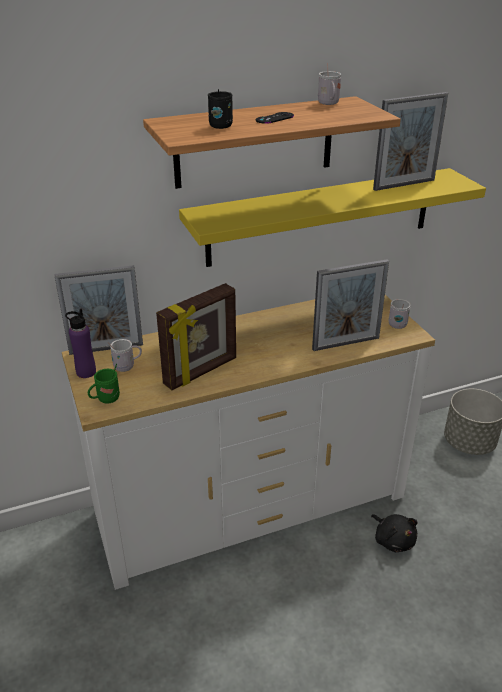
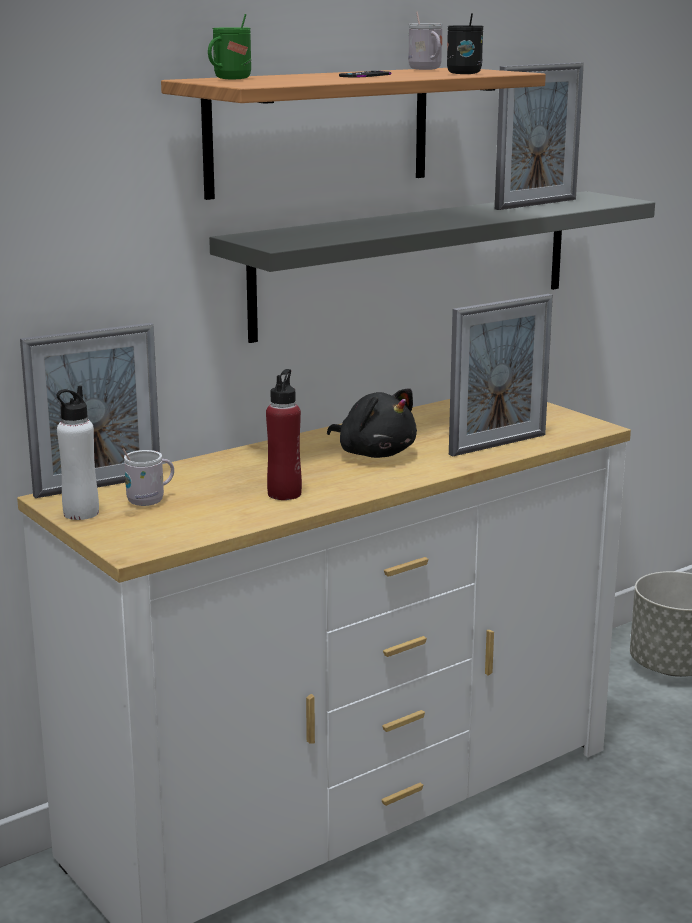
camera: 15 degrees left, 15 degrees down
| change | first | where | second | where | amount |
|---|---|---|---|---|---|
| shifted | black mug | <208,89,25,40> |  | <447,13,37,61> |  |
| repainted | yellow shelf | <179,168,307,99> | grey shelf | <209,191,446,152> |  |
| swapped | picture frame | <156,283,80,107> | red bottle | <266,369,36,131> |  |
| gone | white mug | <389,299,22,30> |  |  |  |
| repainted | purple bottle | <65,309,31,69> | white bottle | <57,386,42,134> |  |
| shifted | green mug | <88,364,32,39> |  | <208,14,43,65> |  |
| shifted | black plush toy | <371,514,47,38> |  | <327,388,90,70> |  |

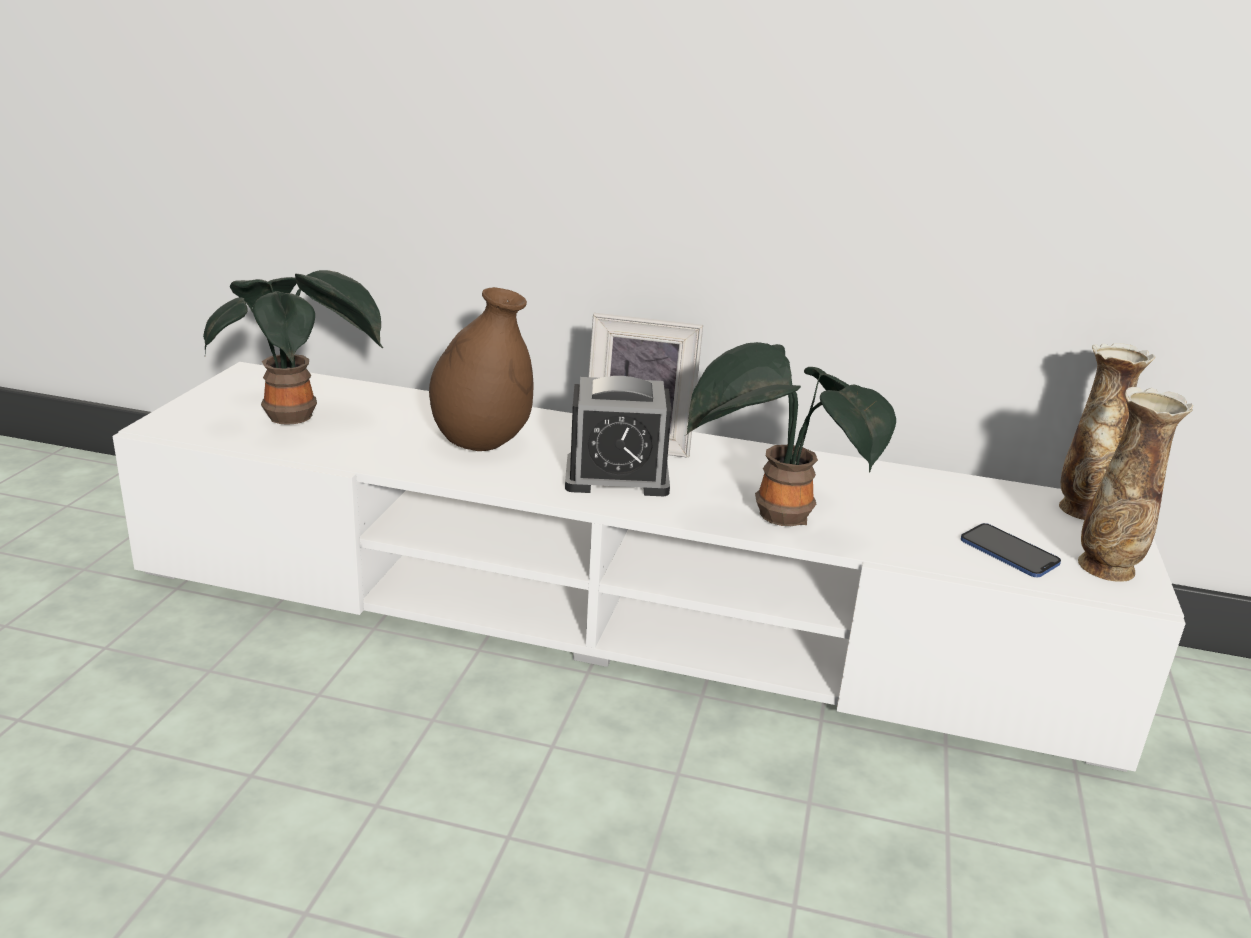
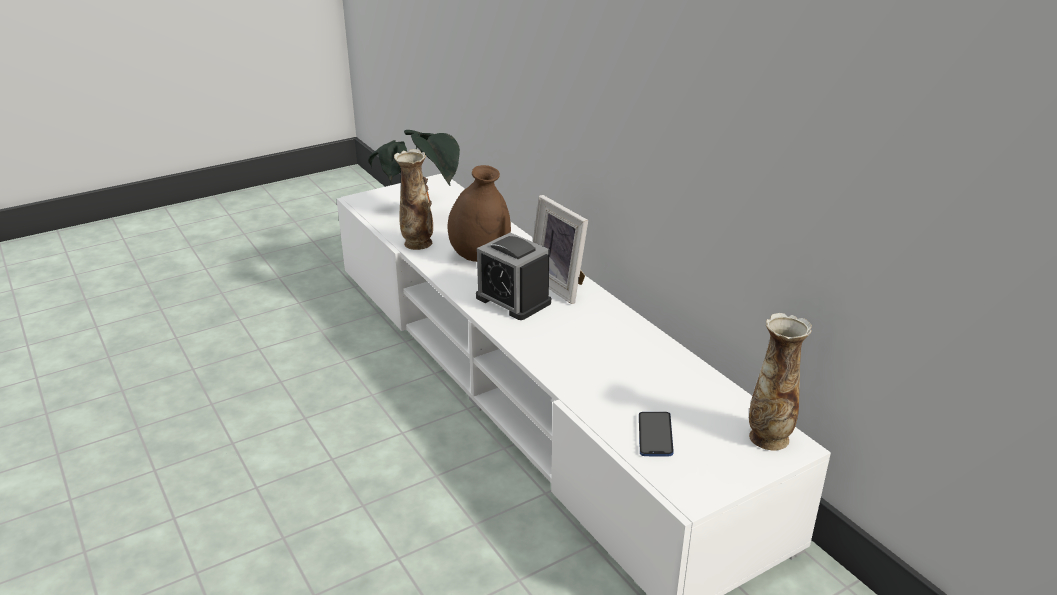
camera: 45 degrees right, 5 degrees up
| change | first | where | second | where | amount |
|---|---|---|---|---|---|
| gone | potted plant | <685,342,211,184> |  |  |  |
| shifted | vase | <1078,387,115,195> |  | <394,149,39,101> |  |

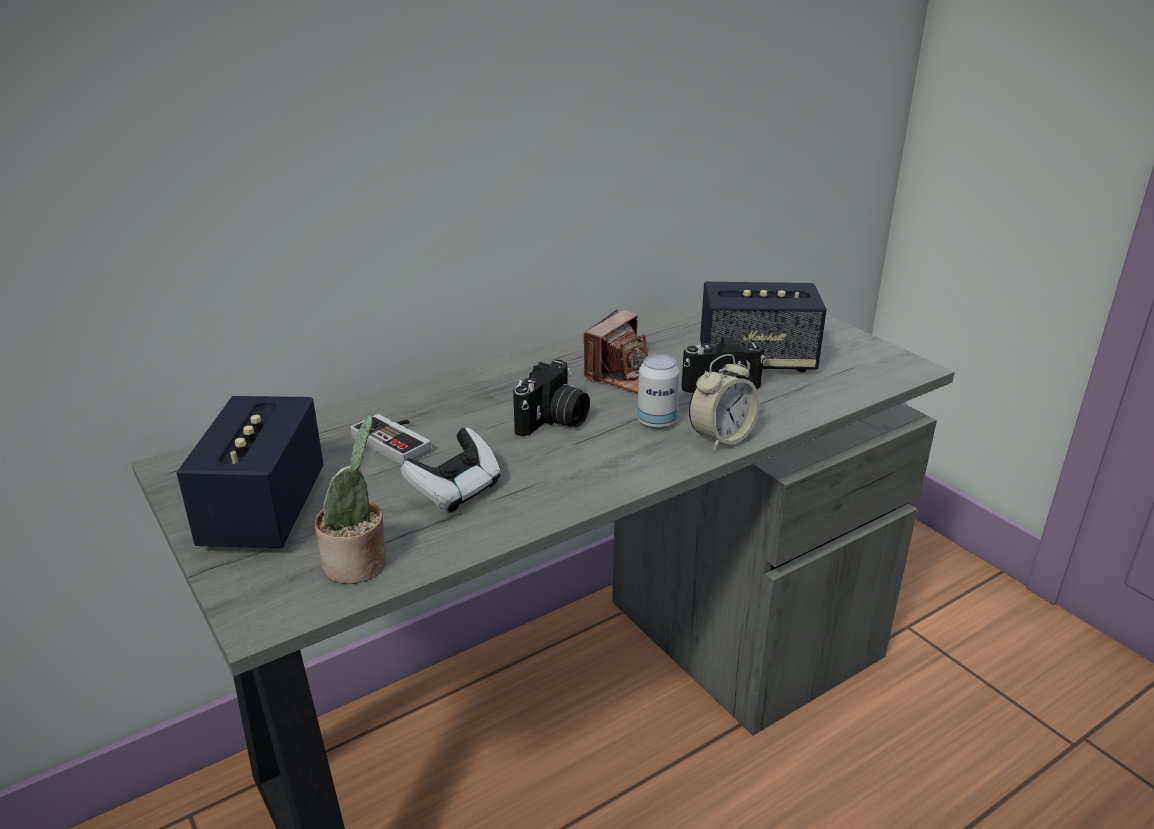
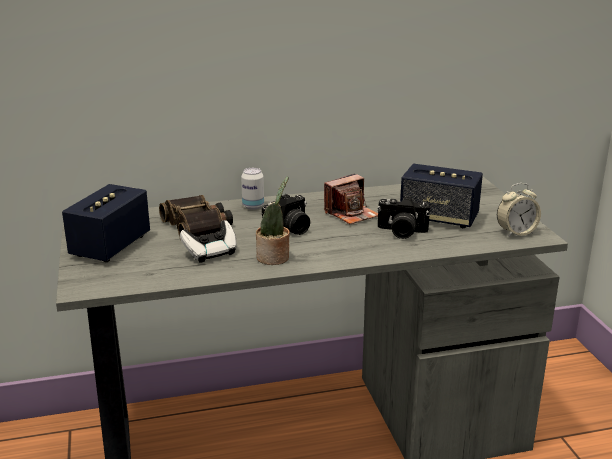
camera: 20 degrees right, 5 degrees down
| change | first | where | second | where | amount |
|---|---|---|---|---|---|
| shifted | can | <637,354,42,75> |  | <241,168,23,42> |  |
| shifted | alarm clock | <689,354,71,96> |  | <497,183,44,54> |  |
| swapped | game controller | <350,414,81,51> | binoculars | <159,195,74,47> |  |
| shifted | potted plant | <315,415,72,169> |  | <256,176,34,89> |  |

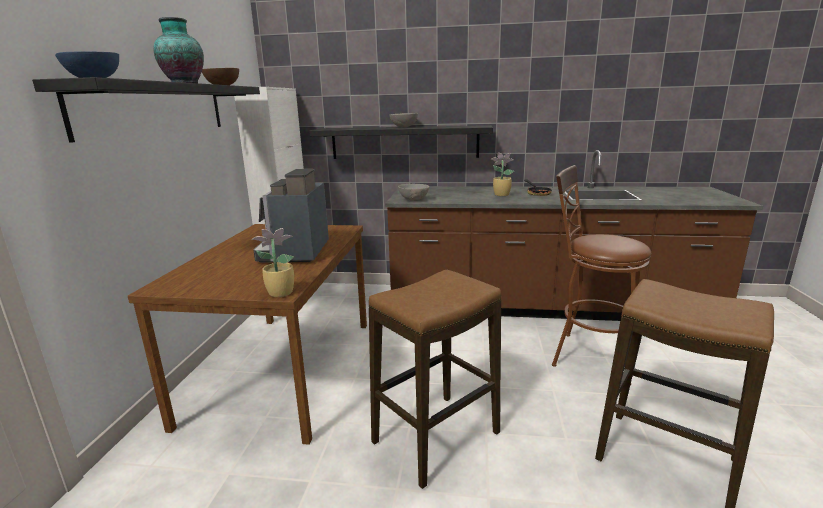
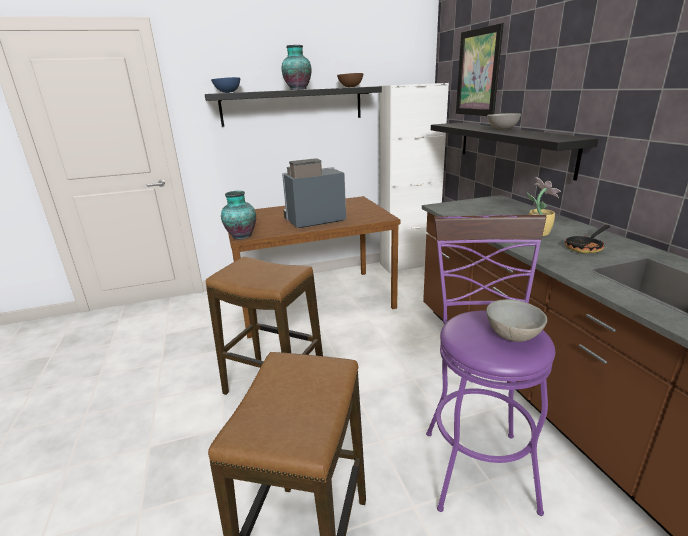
camera: 65 degrees right, 5 degrees up
| change | first | where | second | where | amount |
|---|---|---|---|---|---|
| repainted | brown stool | <552,165,99,221> | purple stool | <426,215,129,301> |  |
| shifted | grey bowl | <398,184,32,17> |  | <486,299,61,43> |  |
| swapped | potted plant | <252,228,42,69> | vase | <221,191,35,49> |  |
| new |  |  | picture | <456,23,48,93> |  |

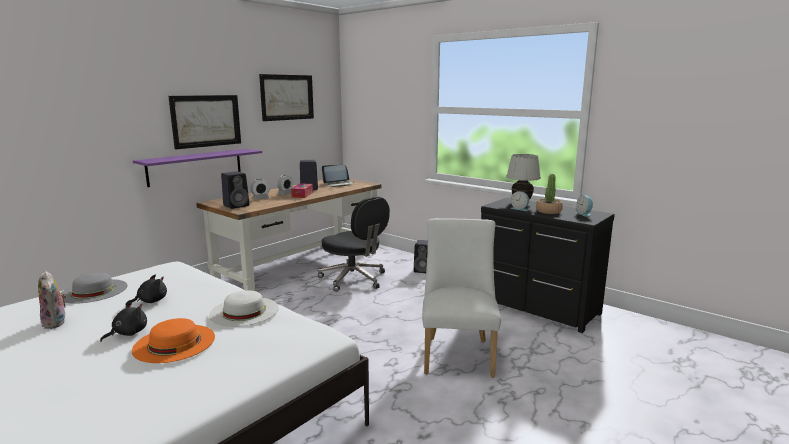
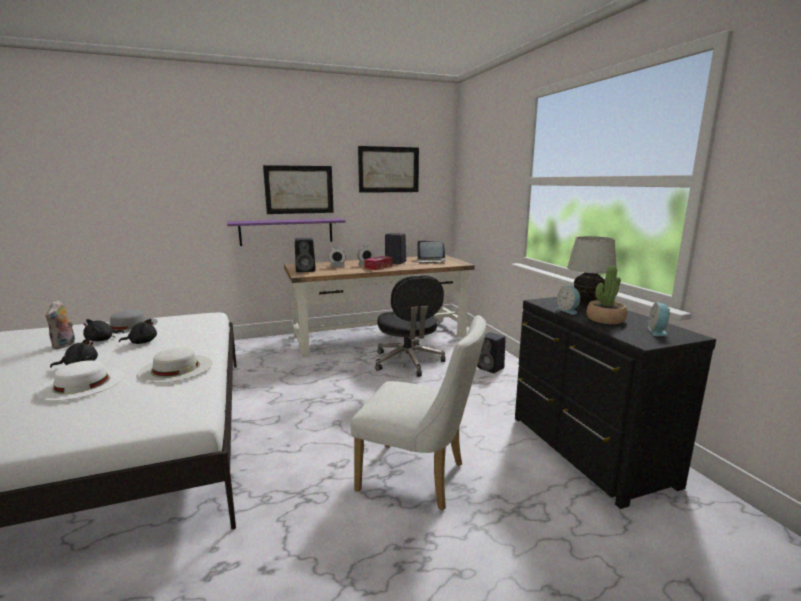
camera: 30 degrees right, 0 degrees up
| change | first | where | second | where | amount |
|---|---|---|---|---|---|
| rotated | white chair | <422,218,79,160> |  | <350,315,136,196> | 75 degrees clockwise |
| repainted | orange hat | <132,318,83,45> | white hat | <35,361,90,40> |  |
| new |  |  | black plush toy | <83,319,41,22> |  |

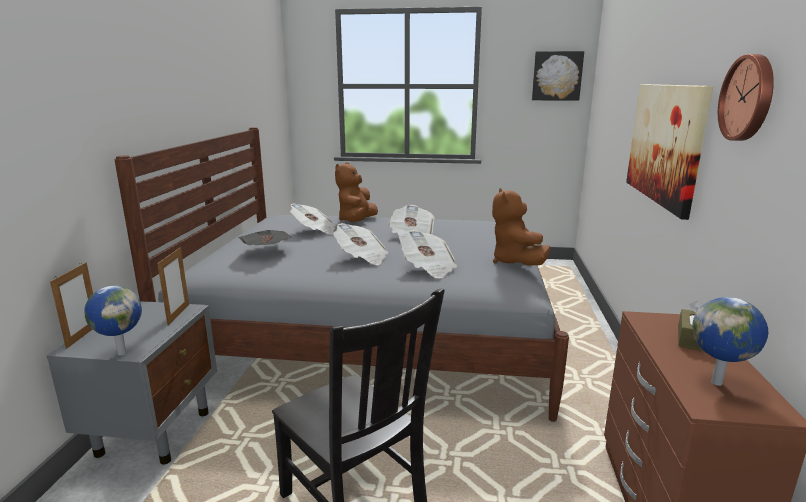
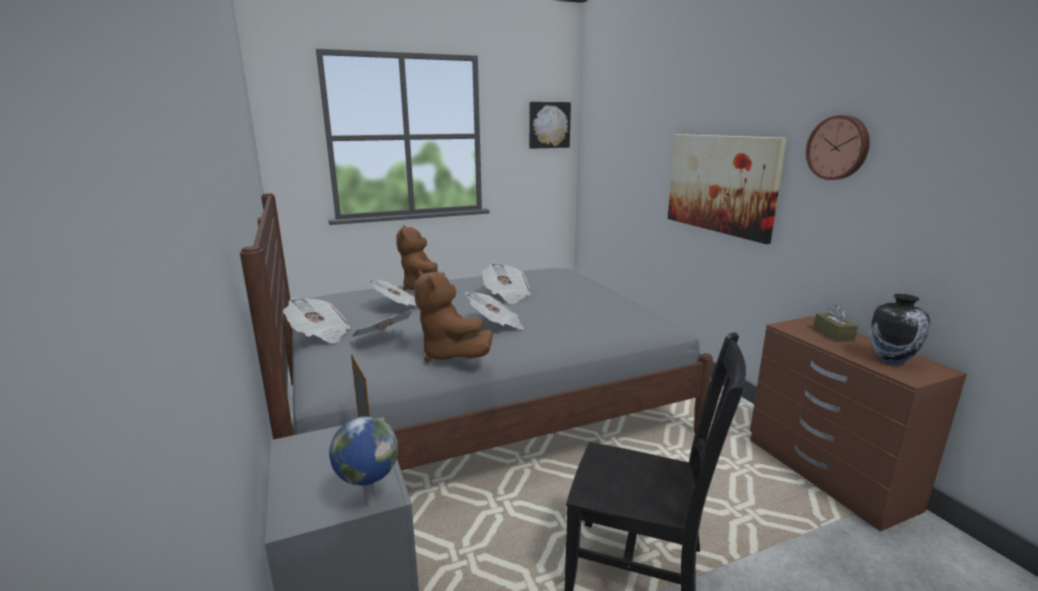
camera: 30 degrees left, 0 degrees up
| change | first | where | second | where | amount |
|---|---|---|---|---|---|
| shifted | brown plush toy | <492,188,58,78> |  | <414,270,79,93> |  |
| shifted | newspaper | <400,230,57,49> |  | <283,297,68,46> |  |
| gone | picture frame | <50,262,43,87> |  |  |  |
| swapped | globe | <692,297,76,89> | vase | <871,294,59,71> |  |

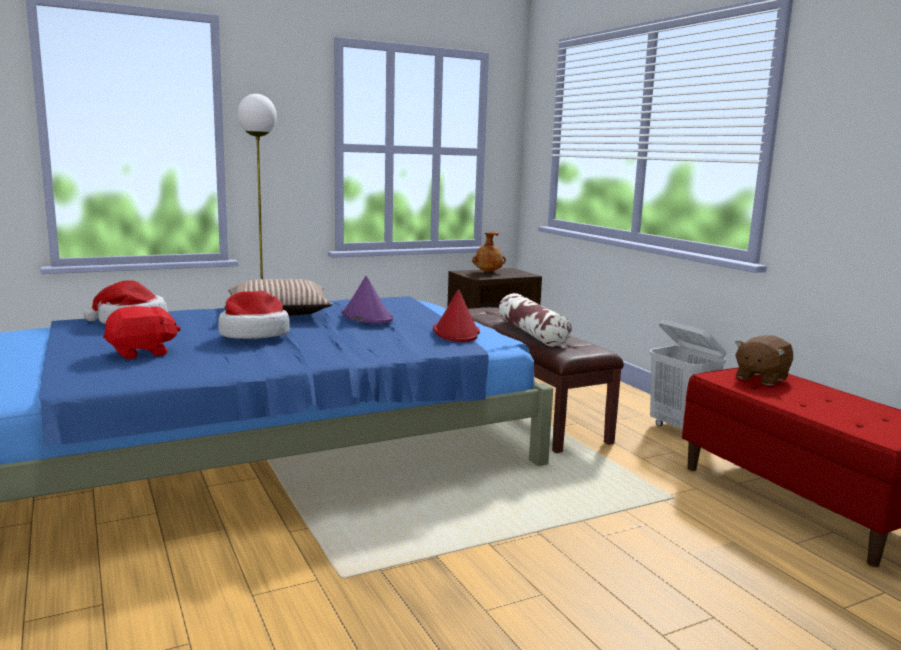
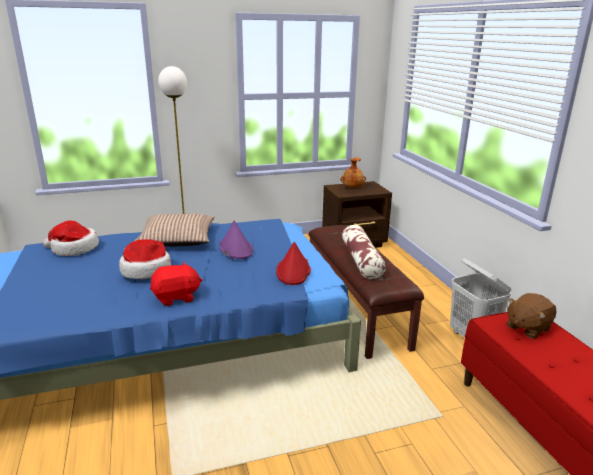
camera: 10 degrees right, 10 degrees up
| change | first | where | second | where | amount |
|---|---|---|---|---|---|
| shifted | red plush toy | <103,306,78,53> |  | <150,262,53,44> |  |

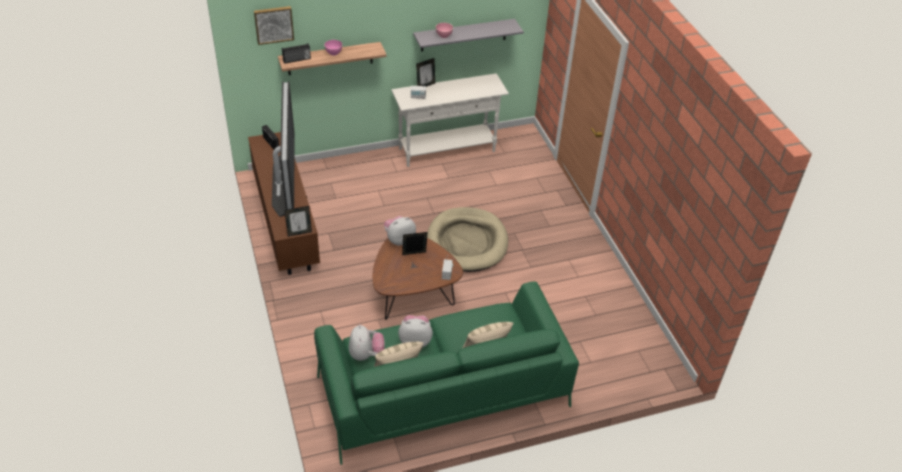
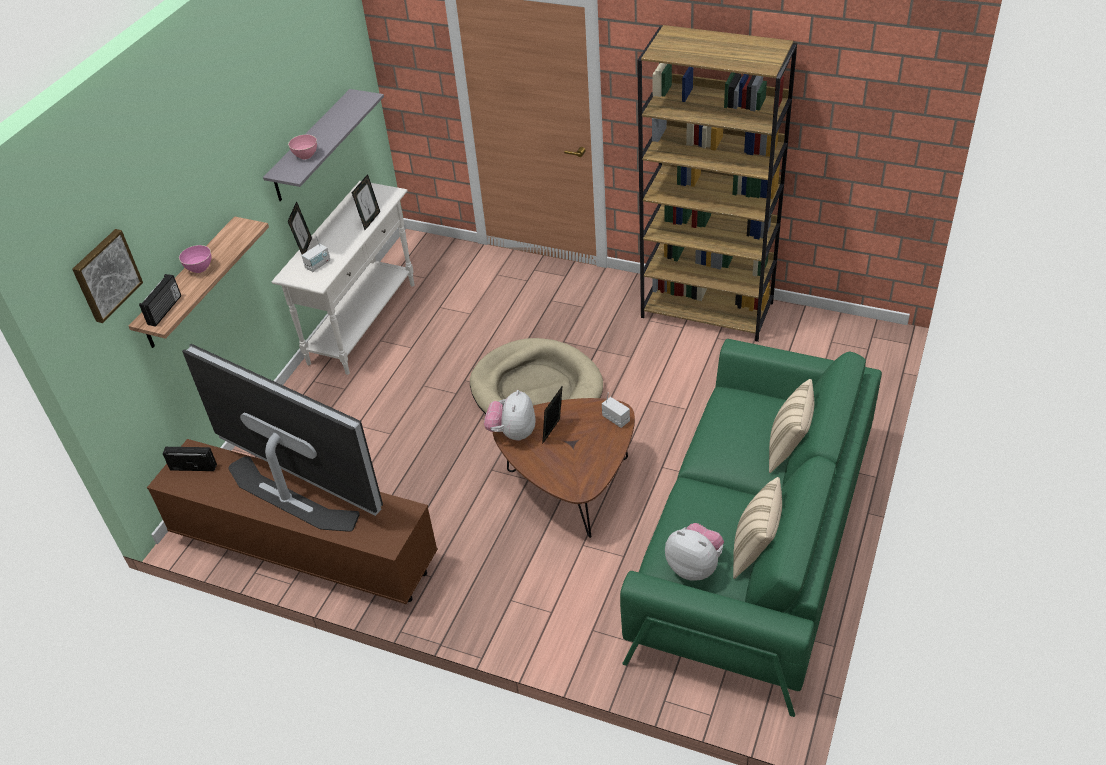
camera: 45 degrees left, 0 degrees up
| change | first | where | second | where | amount |
|---|---|---|---|---|---|
| shifted | picture frame | <284,206,28,31> |  | <352,174,28,56> |  |
| gone | plush toy | <398,315,35,33> |  |  |  |
| new |  |  | brown bookcase | <637,25,160,317> |  |

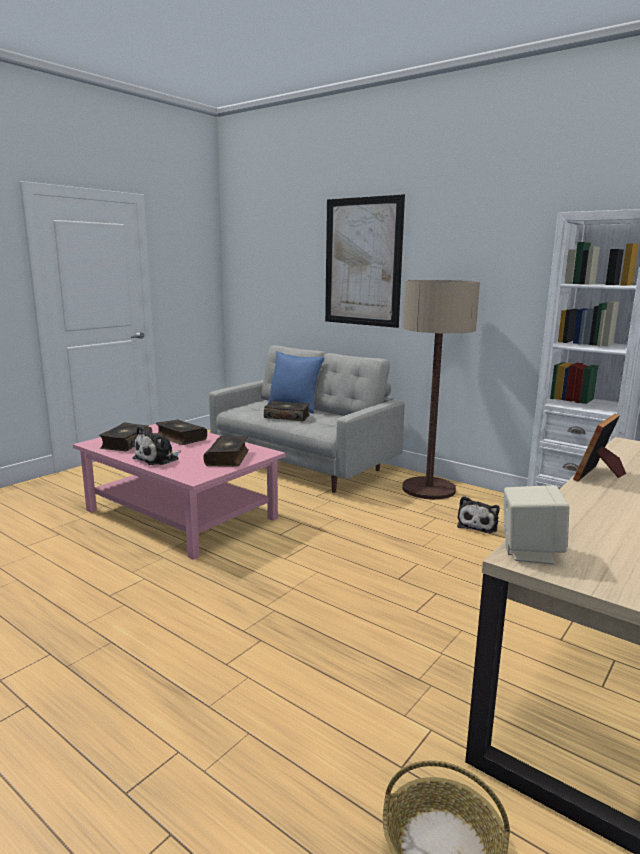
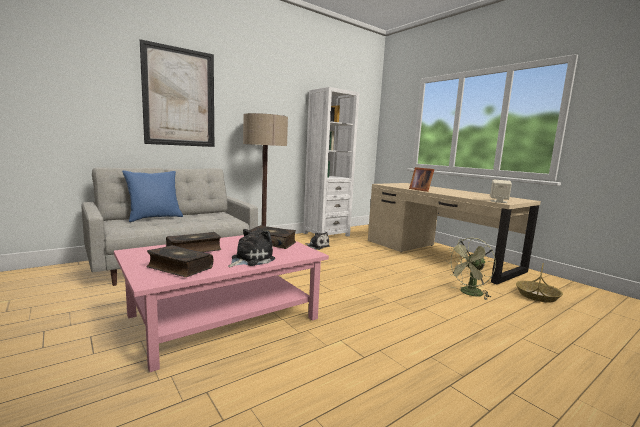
camera: 75 degrees left, 5 degrees down
| change | first | where | second | where | amount |
|---|---|---|---|---|---|
| gone | book | <264,401,46,21> |  |  |  |
| rotated | plush toy | <132,426,49,39> |  | <228,229,47,38> | 105 degrees counterclockwise |
| new |  |  | green fan | <446,238,50,62> |  |

